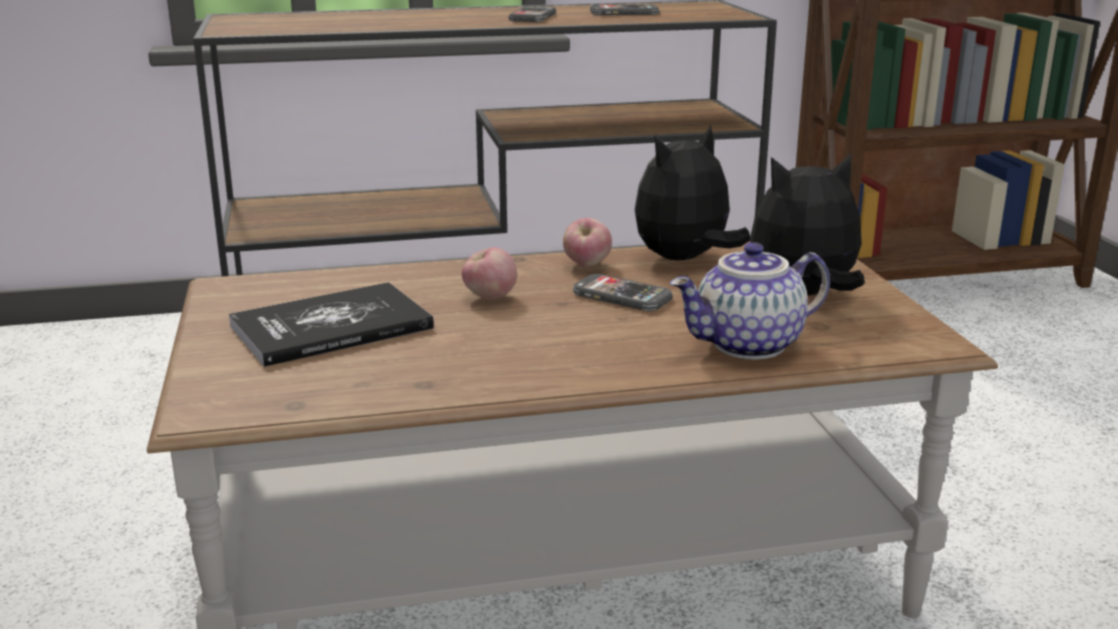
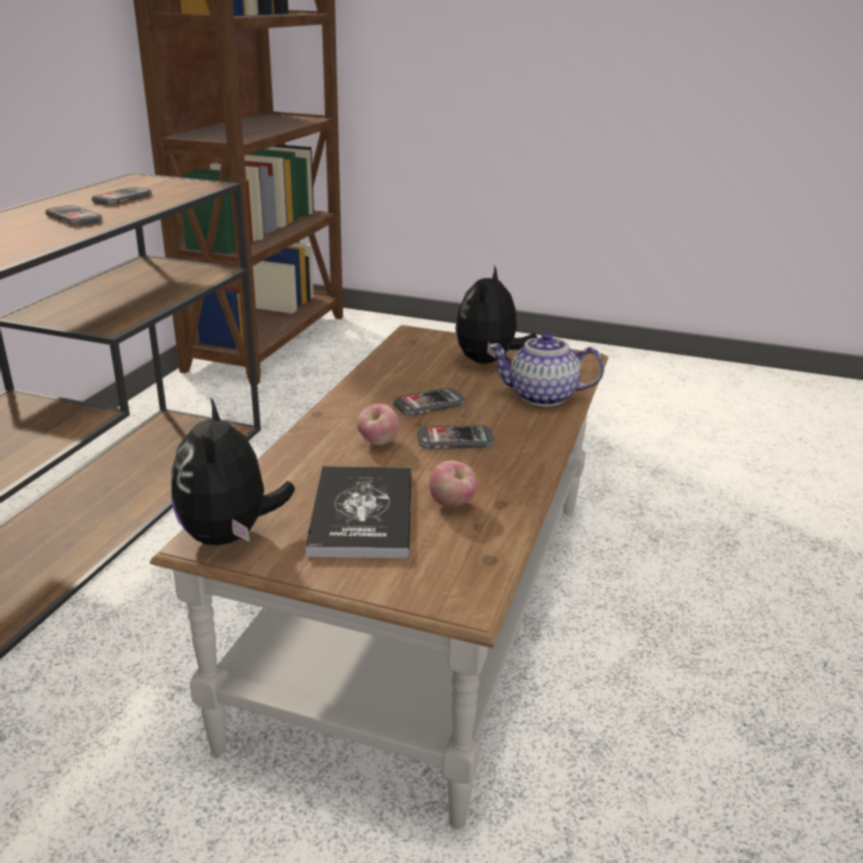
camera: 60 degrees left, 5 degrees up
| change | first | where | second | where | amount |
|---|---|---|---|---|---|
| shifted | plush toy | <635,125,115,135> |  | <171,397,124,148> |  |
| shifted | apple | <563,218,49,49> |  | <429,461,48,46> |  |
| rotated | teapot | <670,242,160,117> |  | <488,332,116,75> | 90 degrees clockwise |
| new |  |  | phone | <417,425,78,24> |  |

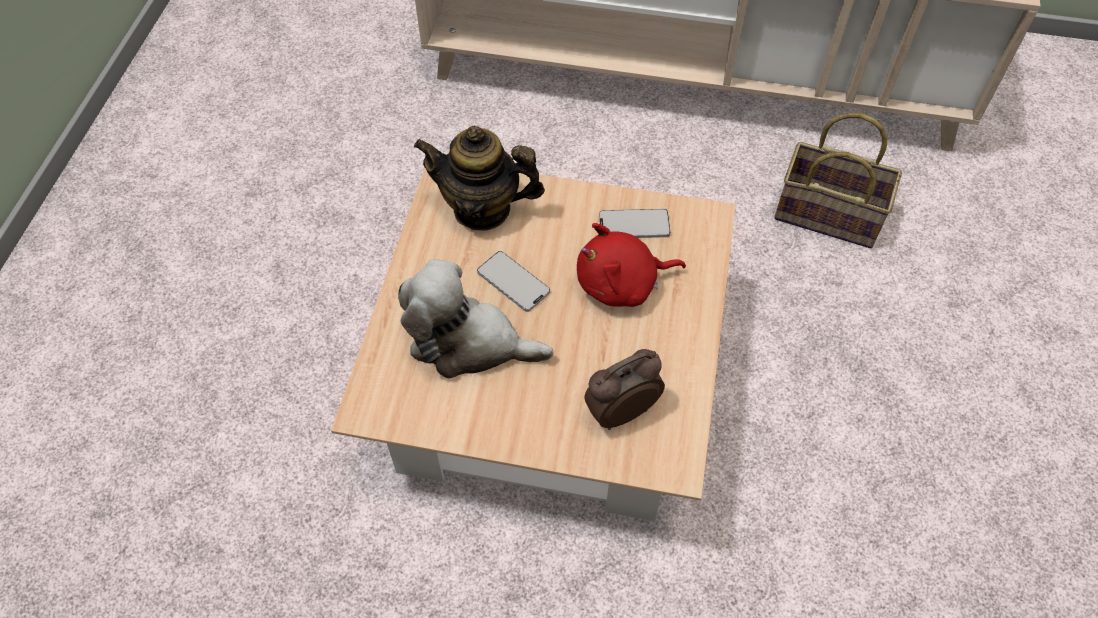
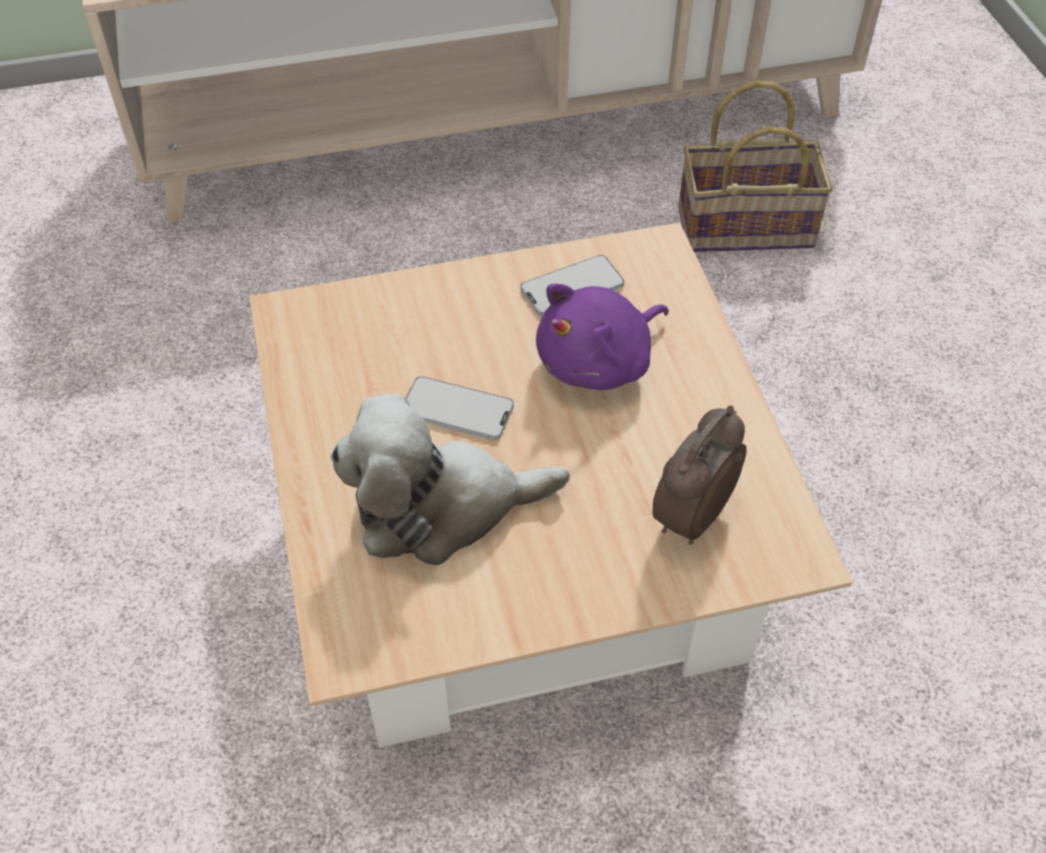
camera: 25 degrees left, 5 degrees down
| change | first | where | second | where | amount |
|---|---|---|---|---|---|
| gone | teapot | <414,126,131,105> |  |  |  |
| repainted | red plush toy | <577,223,109,84> | purple plush toy | <536,284,133,106> |  |

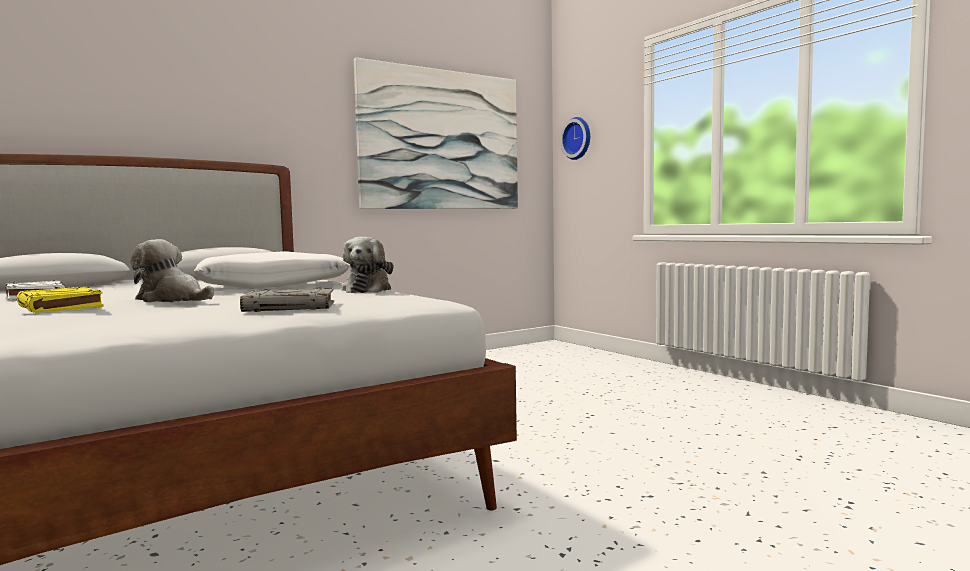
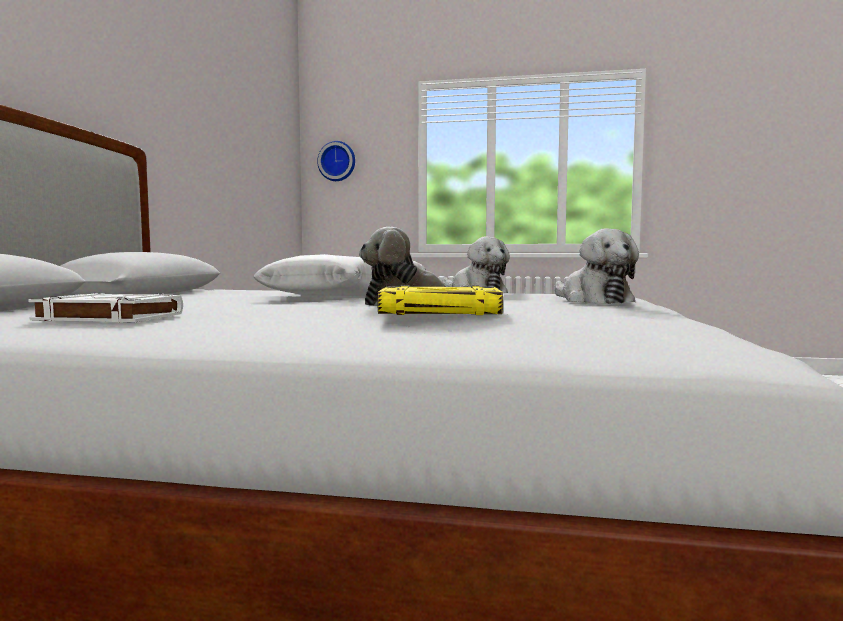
camera: 45 degrees left, 0 degrees up
| change | first | where | second | where | amount |
|---|---|---|---|---|---|
| gone | picture | <354,58,164,151> |  |  |  |
| swapped | grey book | <240,287,94,25> | plush toy | <555,228,84,76> |  |

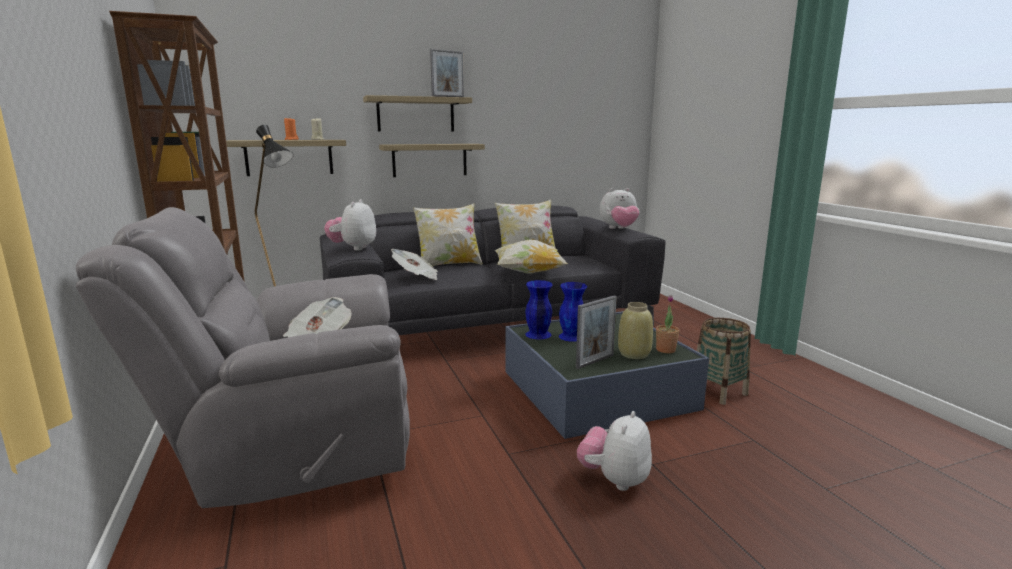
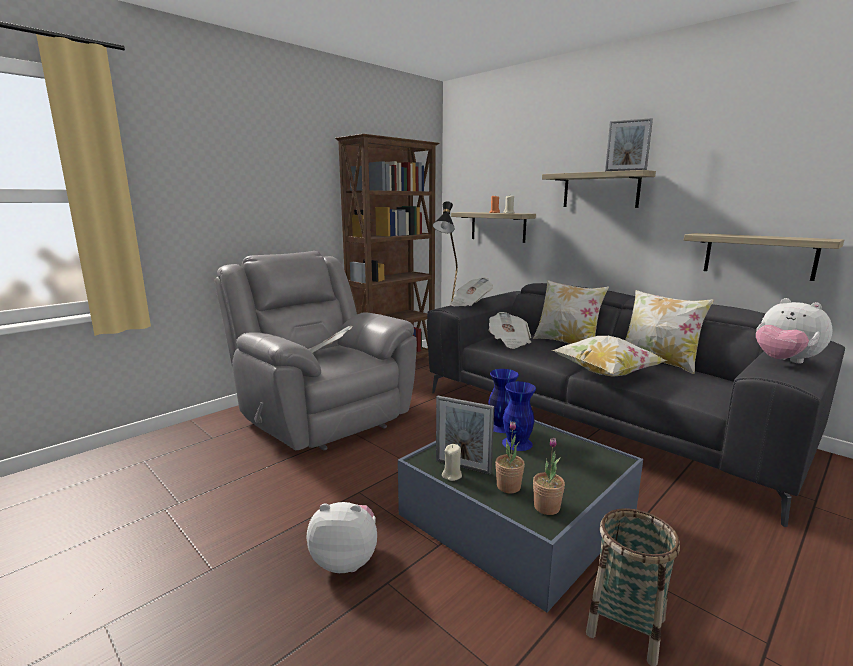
camera: 65 degrees right, 0 degrees up
| change | first | where | second | where | amount |
|---|---|---|---|---|---|
| shifted | shelf | <379,144,106,33> |  | <684,233,160,48> |  |
| swapped | plush toy | <324,199,52,52> | newspaper | <450,278,43,28> |  |
| swapped | beige vase | <618,302,35,57> | potted plant | <495,421,30,72> |  |
| new |  |  | beige candle | <442,444,20,37> |  |

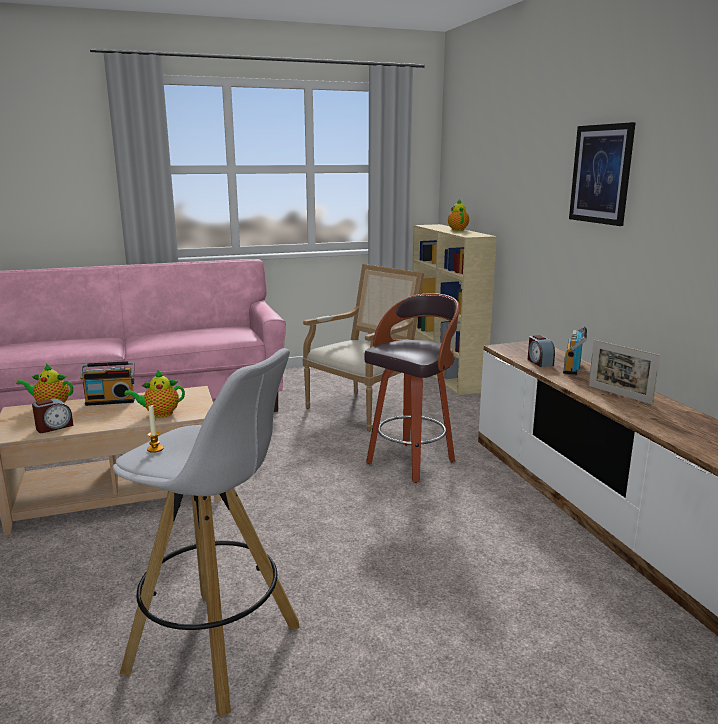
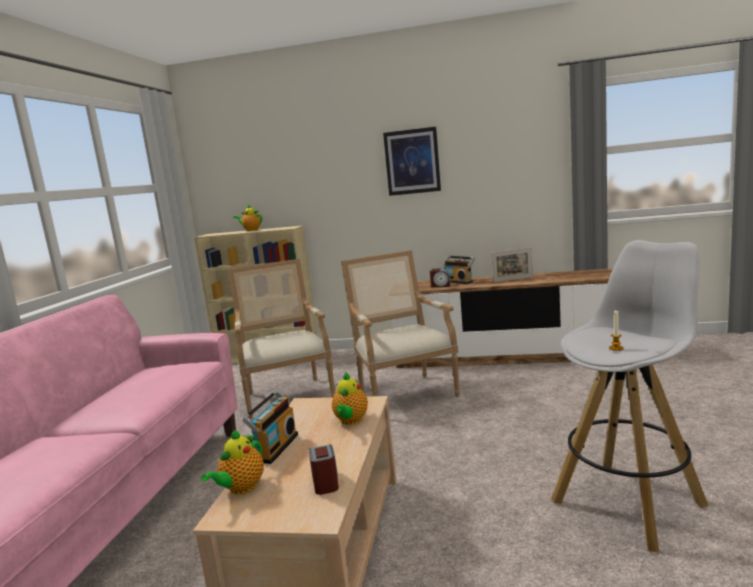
camera: 60 degrees left, 5 degrees down
| change | first | where | second | where | amount |
|---|---|---|---|---|---|
| swapped | stool | <364,293,95,190> | armchair | <341,250,119,147> |  |

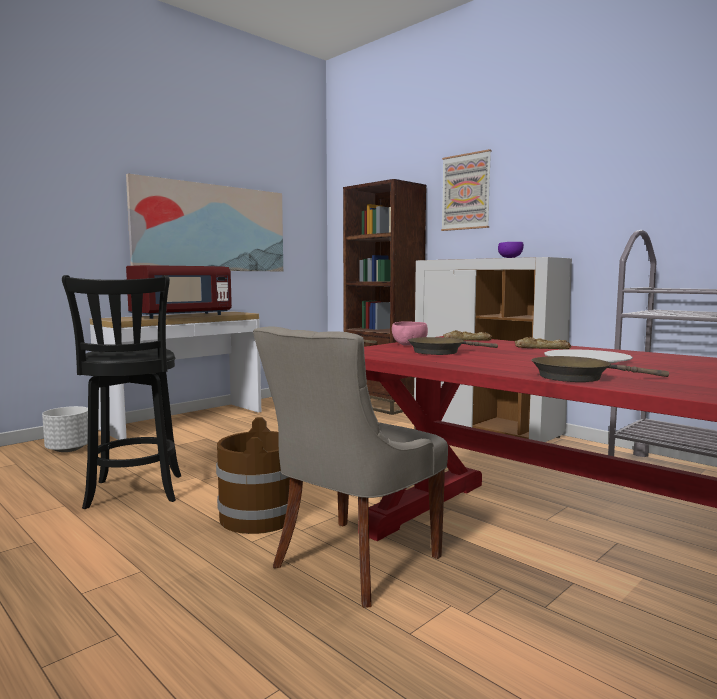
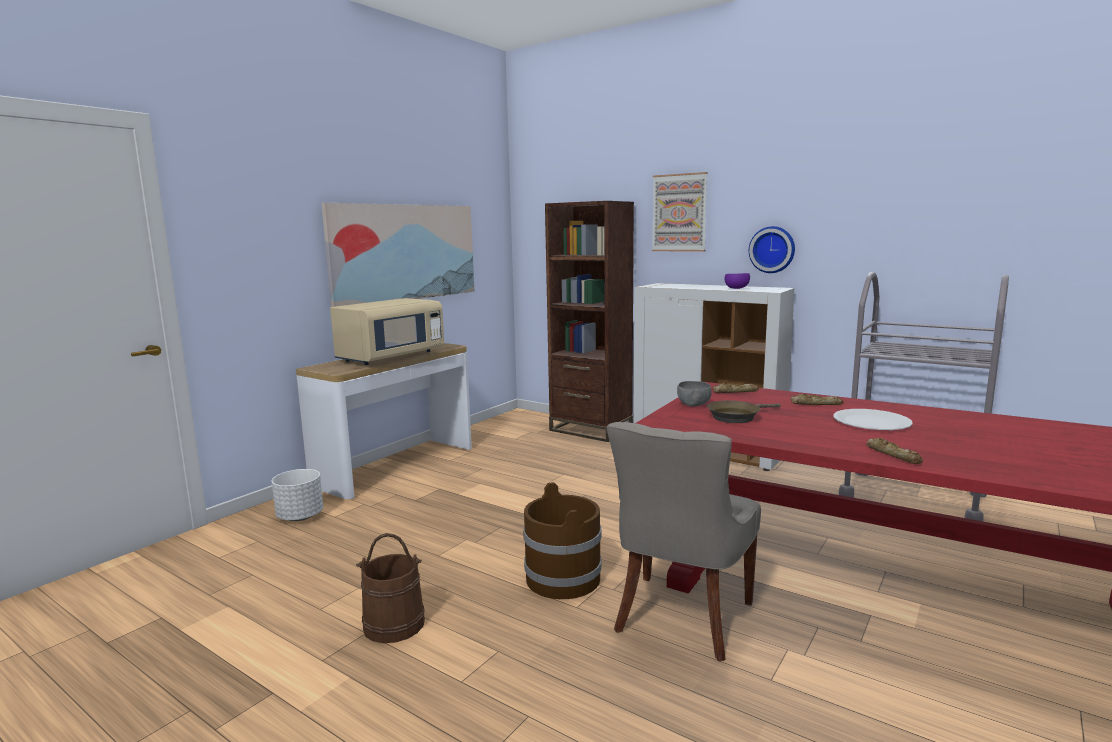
camera: 10 degrees left, 5 degrees up
| change | first | where | second | where | amount |
|---|---|---|---|---|---|
| repainted | red microwave | <126,265,106,53> | beige microwave | <330,298,114,67> |  |
| gone | black stool | <62,275,119,234> |  |  |  |
| repainted | pink bowl | <392,321,36,25> | grey bowl | <677,381,35,26> |  |
| swapped | brown frying pan | <531,356,138,26> | bread | <867,438,56,26> |  |
| new |  |  | wall clock | <749,226,46,47> |  |
| new |  |  | brown bucket | <356,533,69,110> |  |

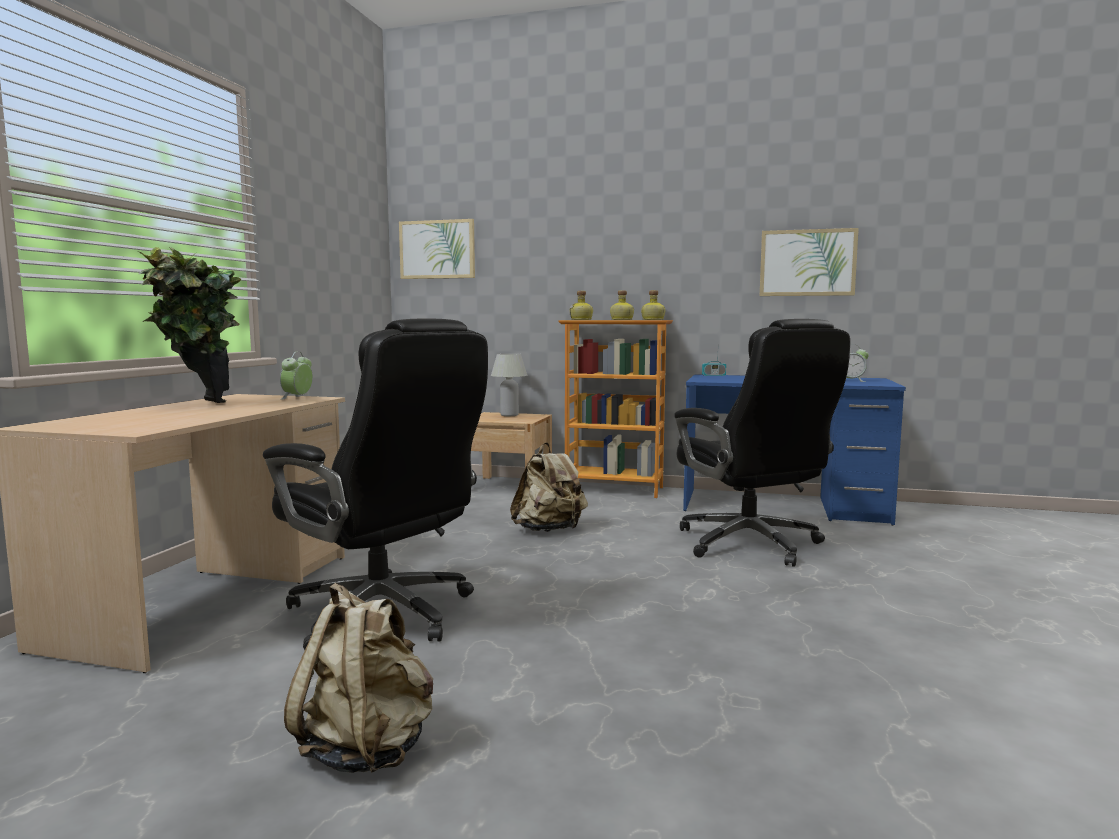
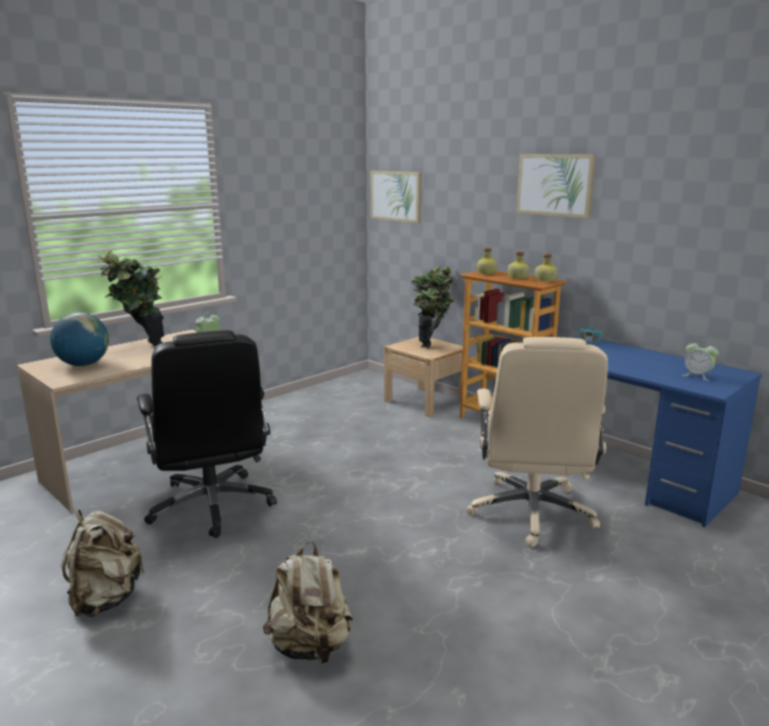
camera: 30 degrees right, 10 degrees up
| change | first | where | second | where | amount |
|---|---|---|---|---|---|
| shifted | picture | <759,228,100,68> |  | <516,154,80,64> |  |
| repainted | black office chair | <674,319,176,248> | beige office chair | <466,337,142,210> |  |
| swapped | white table lamp | <491,353,36,63> | potted plant | <411,266,44,82> |  |
| shifted | beige backpack | <510,442,78,90> |  | <263,541,90,124> |  |
| new |  |  | globe | <50,312,59,54> |  |

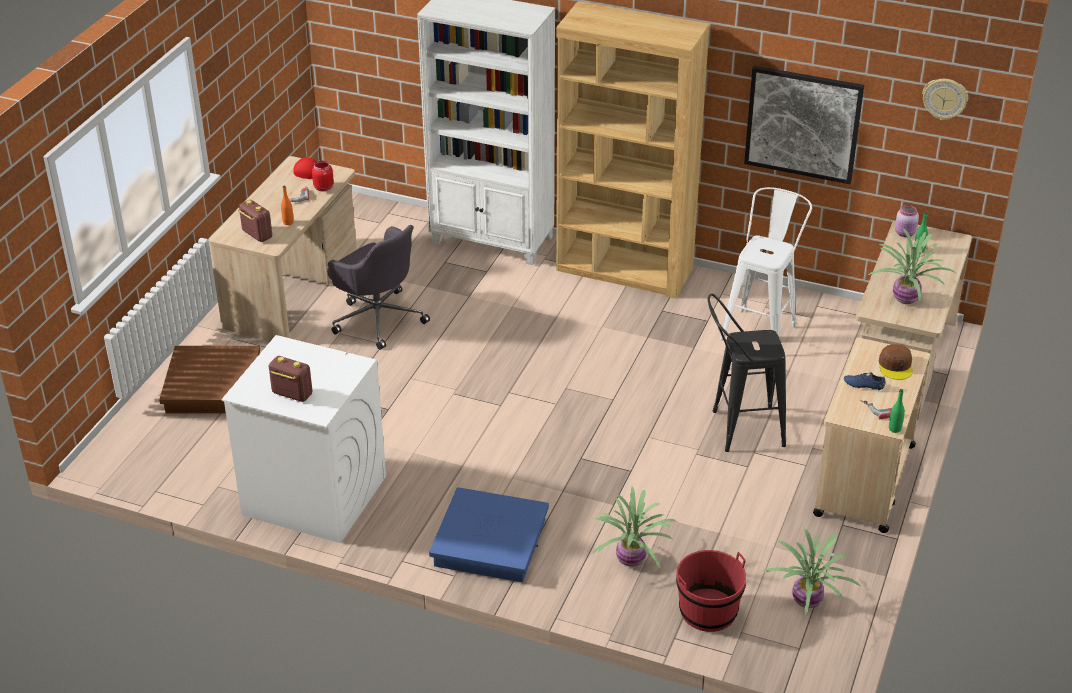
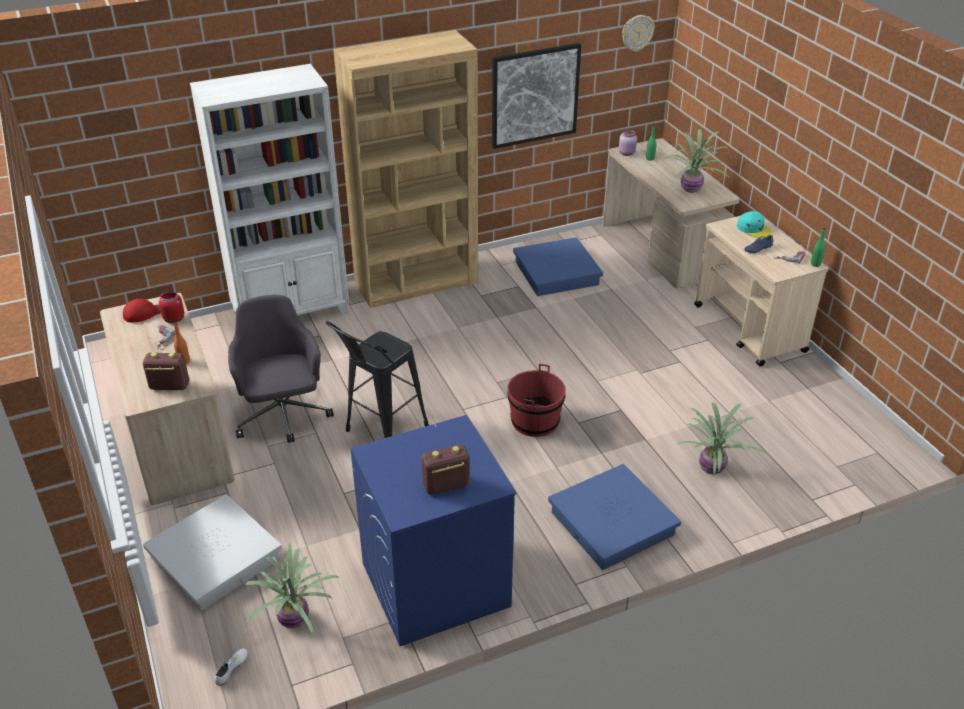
camera: 45 degrees left, 0 degrees up
| change | first | where | second | where | amount |
|---|---|---|---|---|---|
| swapped | white stool | <720,187,92,154> | blue storage box | <513,237,90,59> |  |
| rotated | grey office chair | <327,225,103,125> |  | <228,295,106,148> | 105 degrees counterclockwise |
| shifted | black stool | <708,293,78,159> |  | <325,321,104,117> |  |
| repainted | white washing machine | <221,335,165,208> | blue washing machine | <350,415,167,231> |  |
| repainted | brown cap | <879,344,34,36> | turquoise cap | <737,211,34,26> |  |
| repainted | brown storage box | <159,346,101,67> | white storage box | <143,494,139,117> |  |
| shifted | potted plant | <761,529,100,87> |  | <244,543,96,94> |  |
| shifted | red bucket | <676,550,70,82> |  | <507,364,59,73> |  |
| new |  |  | white shoe | <214,648,34,38> |  |

